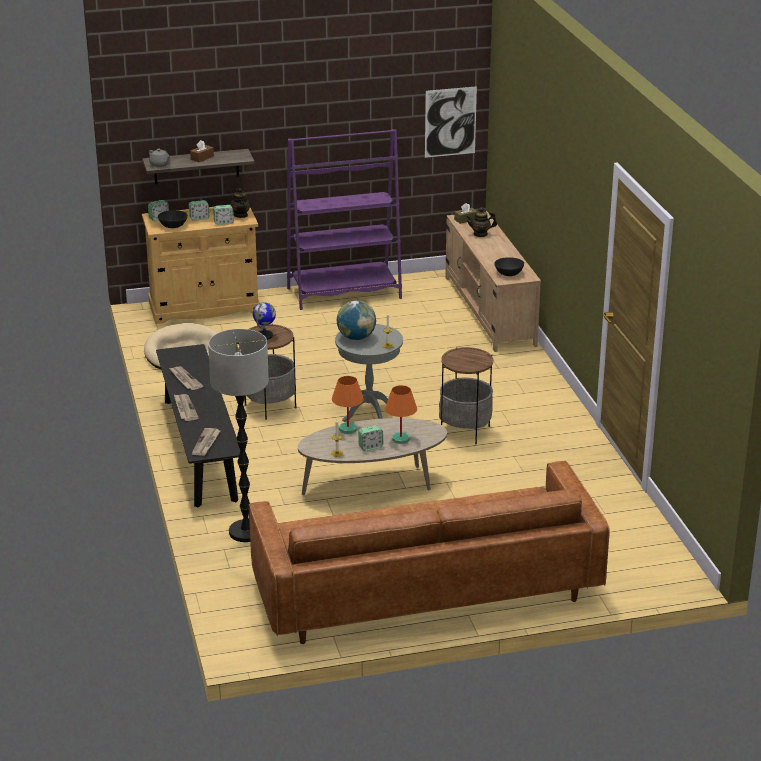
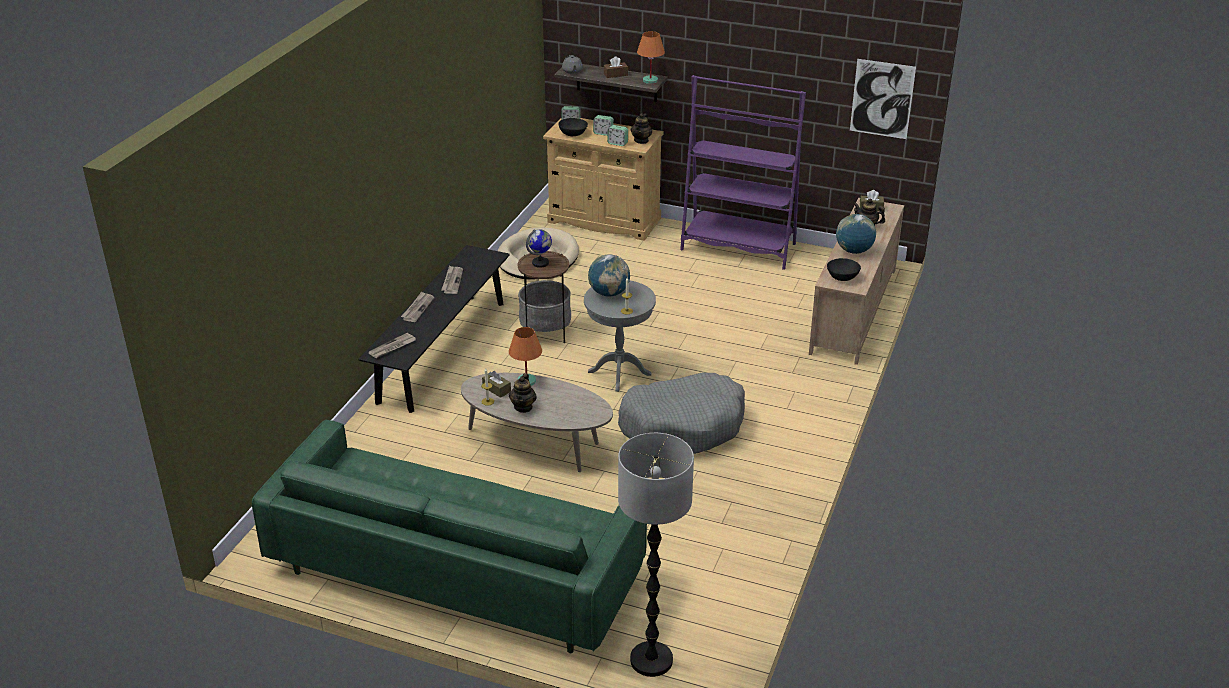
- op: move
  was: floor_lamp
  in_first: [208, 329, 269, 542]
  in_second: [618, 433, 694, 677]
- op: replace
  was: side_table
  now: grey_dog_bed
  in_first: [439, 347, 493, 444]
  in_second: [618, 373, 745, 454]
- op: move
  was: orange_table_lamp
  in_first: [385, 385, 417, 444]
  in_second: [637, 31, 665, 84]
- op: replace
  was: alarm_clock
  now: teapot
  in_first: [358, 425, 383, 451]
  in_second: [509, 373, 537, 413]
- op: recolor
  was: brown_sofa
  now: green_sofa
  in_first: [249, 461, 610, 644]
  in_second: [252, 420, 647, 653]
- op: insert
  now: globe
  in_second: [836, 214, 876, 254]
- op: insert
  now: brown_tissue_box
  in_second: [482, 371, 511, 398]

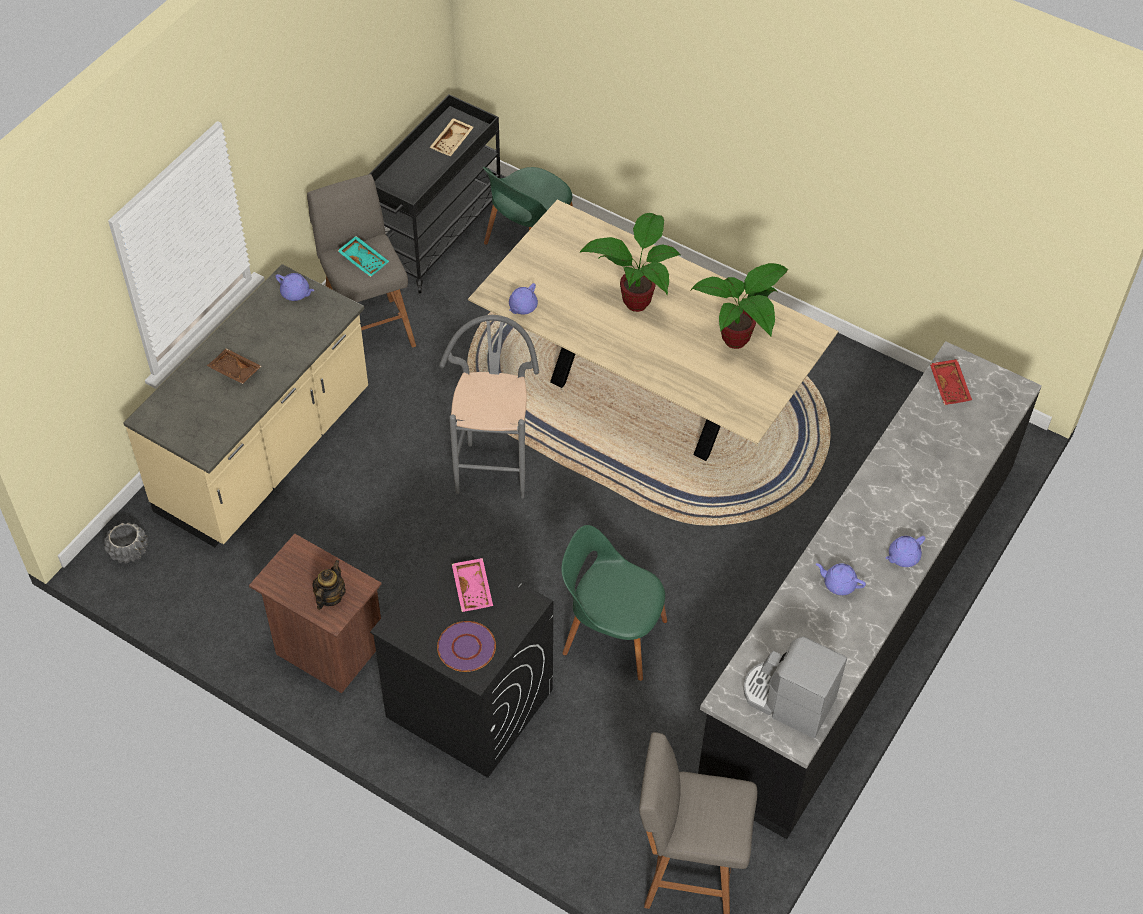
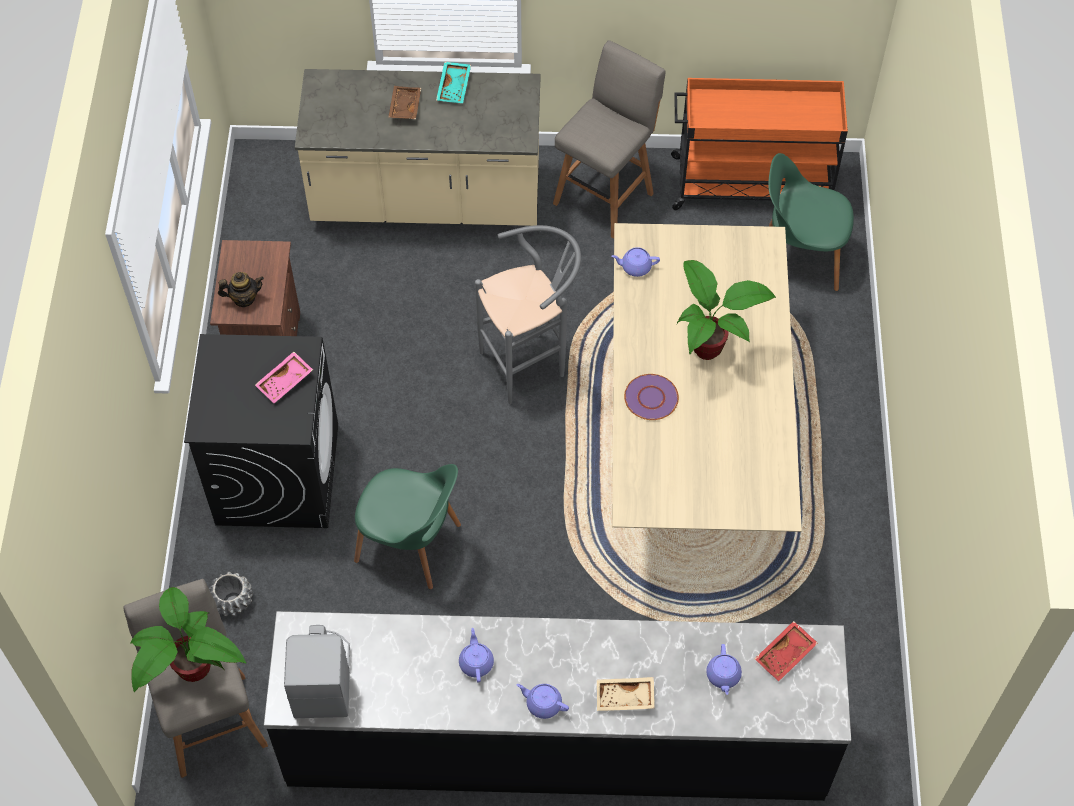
- op: recolor
  was: black_cart
  now: orange_cart
  in_first: [368, 94, 500, 293]
  in_second: [671, 78, 848, 210]
- op: move
  was: beige_tray
  in_first: [429, 118, 474, 156]
  in_second: [597, 677, 655, 711]
- op: move
  was: turquoise_tray
  in_first: [338, 236, 389, 277]
  in_second: [436, 62, 471, 103]
- op: move
  was: potted_plant
  in_first: [691, 263, 788, 349]
  in_second: [131, 587, 247, 692]
- op: move
  was: purple_teapot
  in_first: [276, 273, 314, 301]
  in_second: [706, 644, 742, 695]
- op: move
  was: grey_planter
  in_first: [104, 522, 148, 563]
  in_second: [209, 572, 253, 616]
- op: rotate
  was: green_chair
  in_first: [561, 525, 667, 681]
  in_second: [354, 464, 461, 589]
  clockwise: 120
- op: move
  was: purple_plate
  in_first: [437, 621, 496, 672]
  in_second: [624, 374, 679, 420]

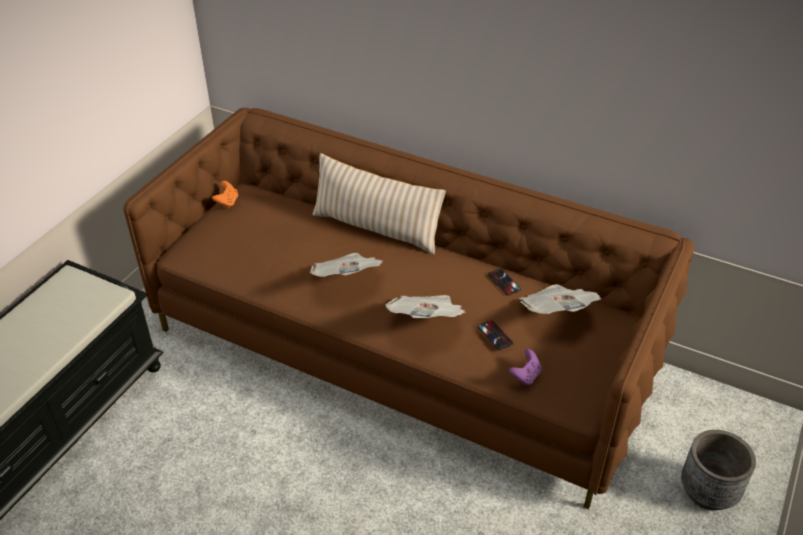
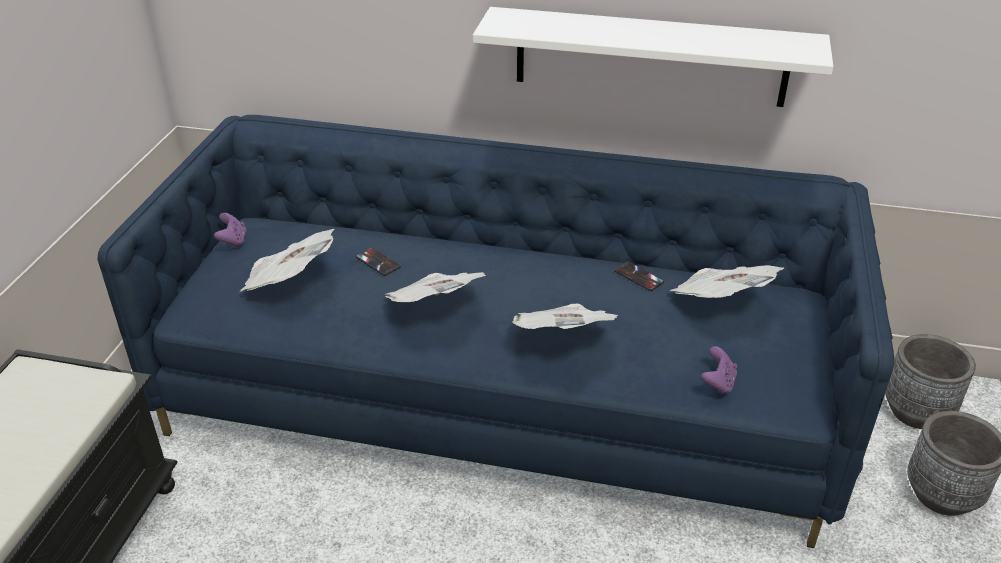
- op: recolor
  was: brown_sofa
  now: blue_sofa
  in_first: [123, 108, 695, 509]
  in_second: [97, 115, 894, 548]
- op: delete
  was: beige_pillow
  in_first: [312, 153, 446, 255]
- op: recolor
  was: orange_game_controller
  now: purple_game_controller
  in_first: [212, 181, 238, 208]
  in_second: [214, 213, 247, 248]
- op: move
  was: phone
  in_first: [478, 320, 513, 350]
  in_second: [356, 248, 401, 276]
- op: insert
  now: white_shelf
  in_second: [473, 7, 833, 107]
- op: insert
  now: newspaper
  in_second: [240, 229, 334, 292]
- op: insert
  now: grey_planter
  in_second: [885, 334, 976, 429]

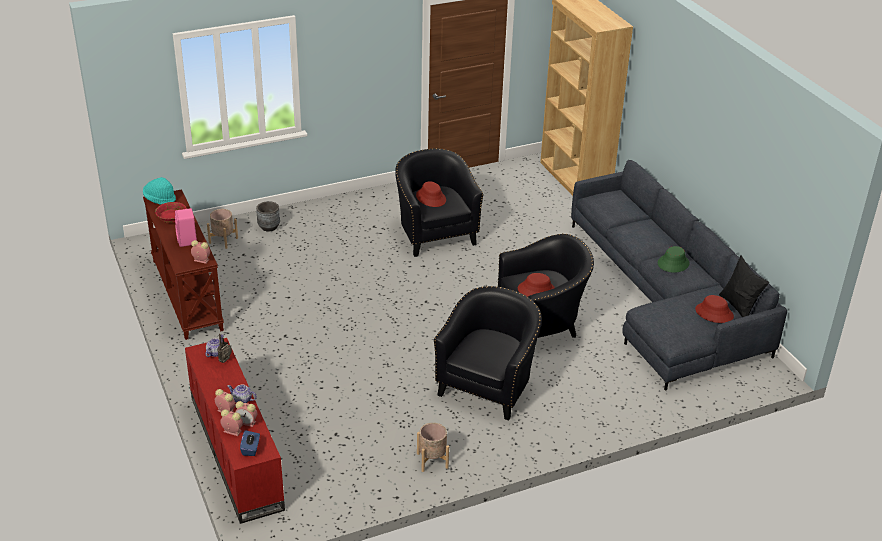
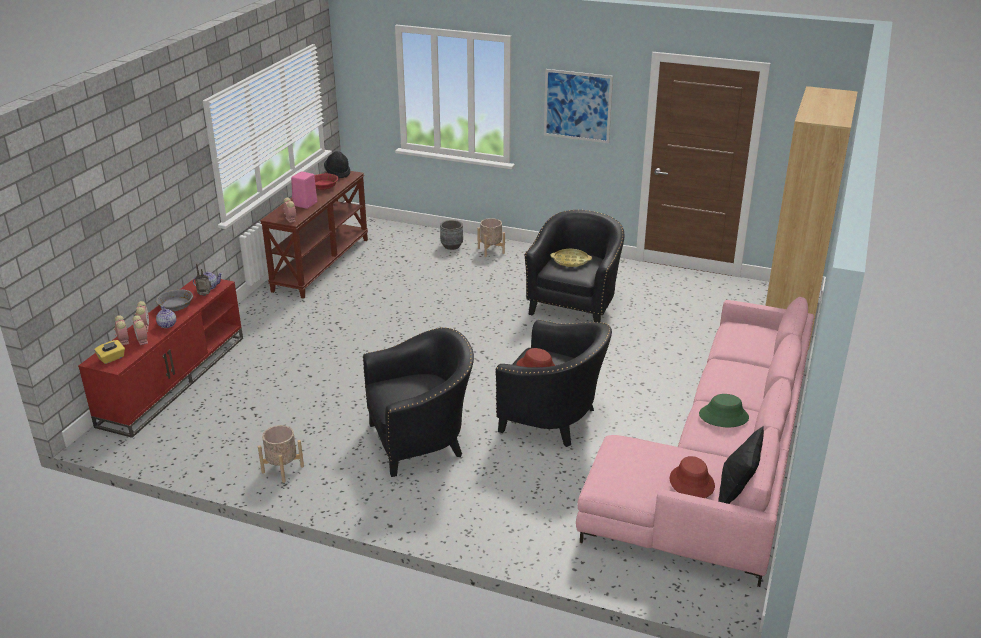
- op: recolor
  was: grey_sofa
  now: pink_sofa
  in_first: [571, 160, 787, 391]
  in_second: [576, 297, 814, 587]
- op: recolor
  was: turquoise_hat
  now: black_hat
  in_first: [143, 177, 176, 205]
  in_second: [324, 151, 350, 178]
- op: replace
  was: red_hat
  now: yellow_tray
  in_first: [416, 181, 446, 207]
  in_second: [550, 249, 592, 267]
- op: move
  was: beige_planter
  in_first: [207, 209, 238, 249]
  in_second: [477, 218, 505, 257]
- op: recolor
  was: blue_tissue_box
  now: yellow_tissue_box
  in_first: [240, 430, 260, 456]
  in_second: [94, 340, 125, 364]
- op: insert
  now: picture
  in_second: [544, 69, 613, 143]
- op: insert
  now: grey_bowl
  in_second: [156, 289, 193, 311]

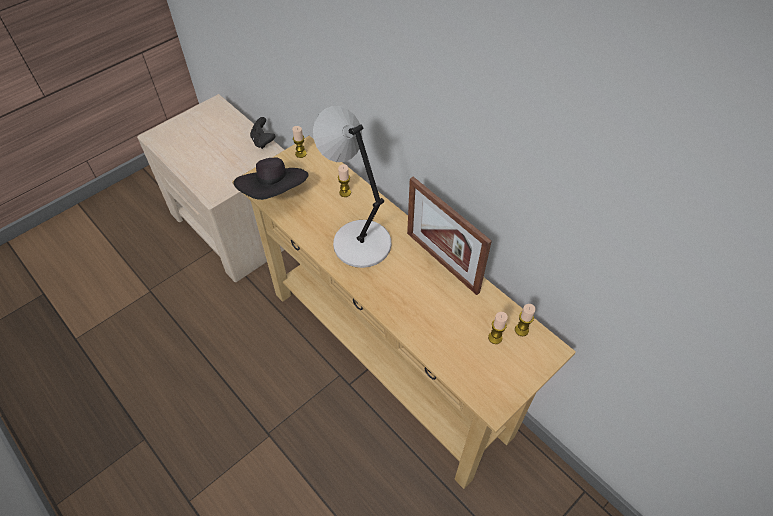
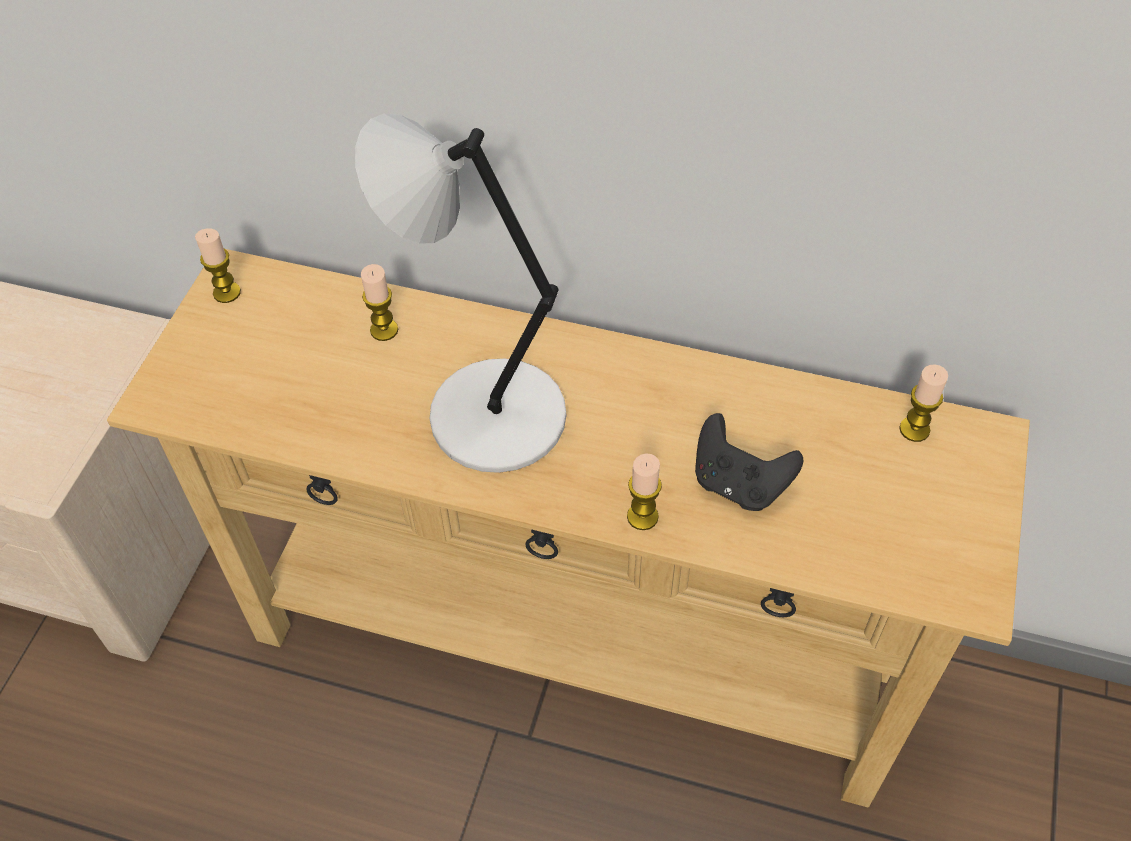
- op: move
  was: black_game_controller
  in_first: [250, 117, 275, 149]
  in_second: [695, 413, 803, 511]
- op: delete
  was: black_hat
  in_first: [234, 157, 309, 200]
- op: delete
  was: picture_frame
  in_first: [407, 177, 492, 295]
- op: move
  was: candle
  in_first: [488, 312, 508, 344]
  in_second: [627, 454, 662, 530]

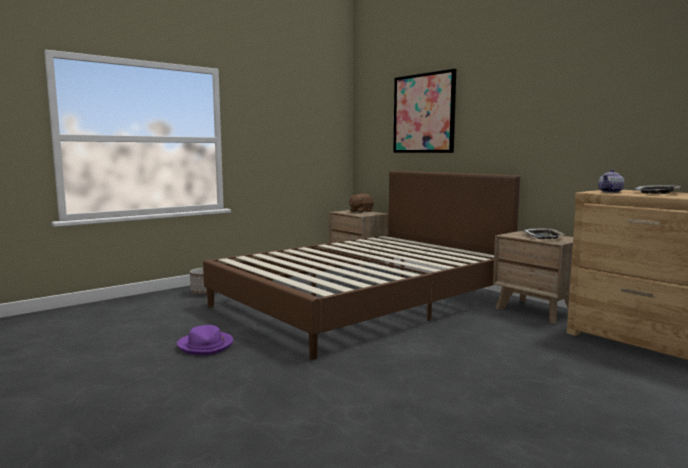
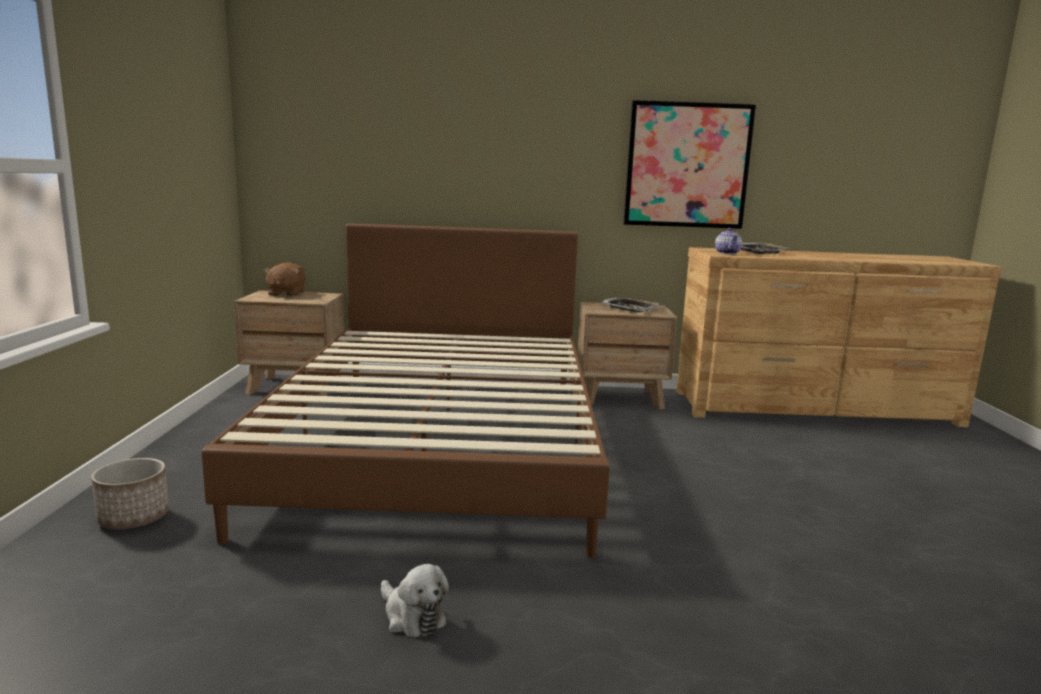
- op: move
  was: picture
  in_first: [393, 69, 456, 153]
  in_second: [623, 100, 756, 229]
- op: replace
  was: purple_hat
  now: plush_toy
  in_first: [177, 325, 233, 355]
  in_second: [381, 564, 449, 637]

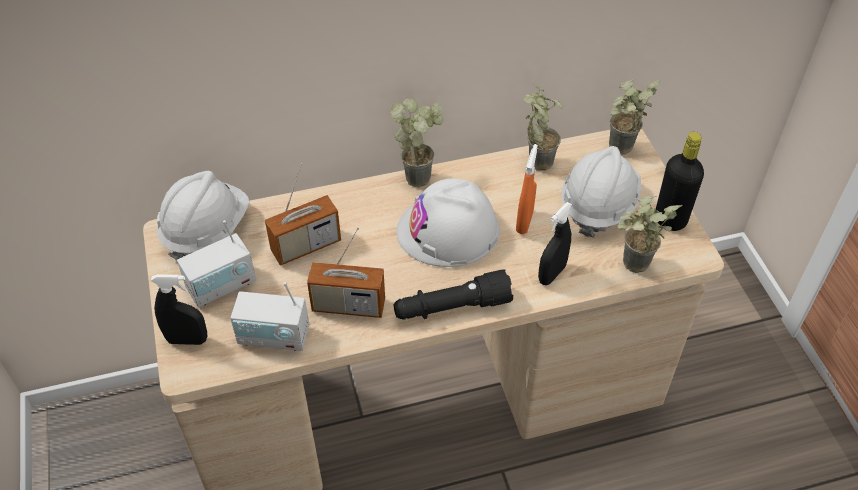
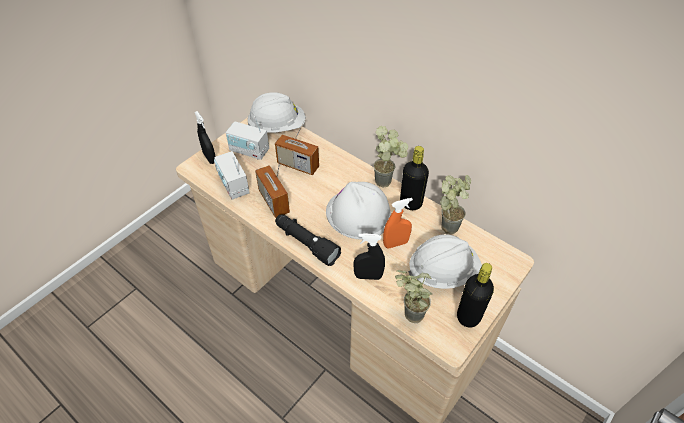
- op: delete
  was: potted_plant
  in_first: [609, 79, 661, 155]
- op: insert
  now: black_bottle
  in_second: [400, 146, 429, 210]

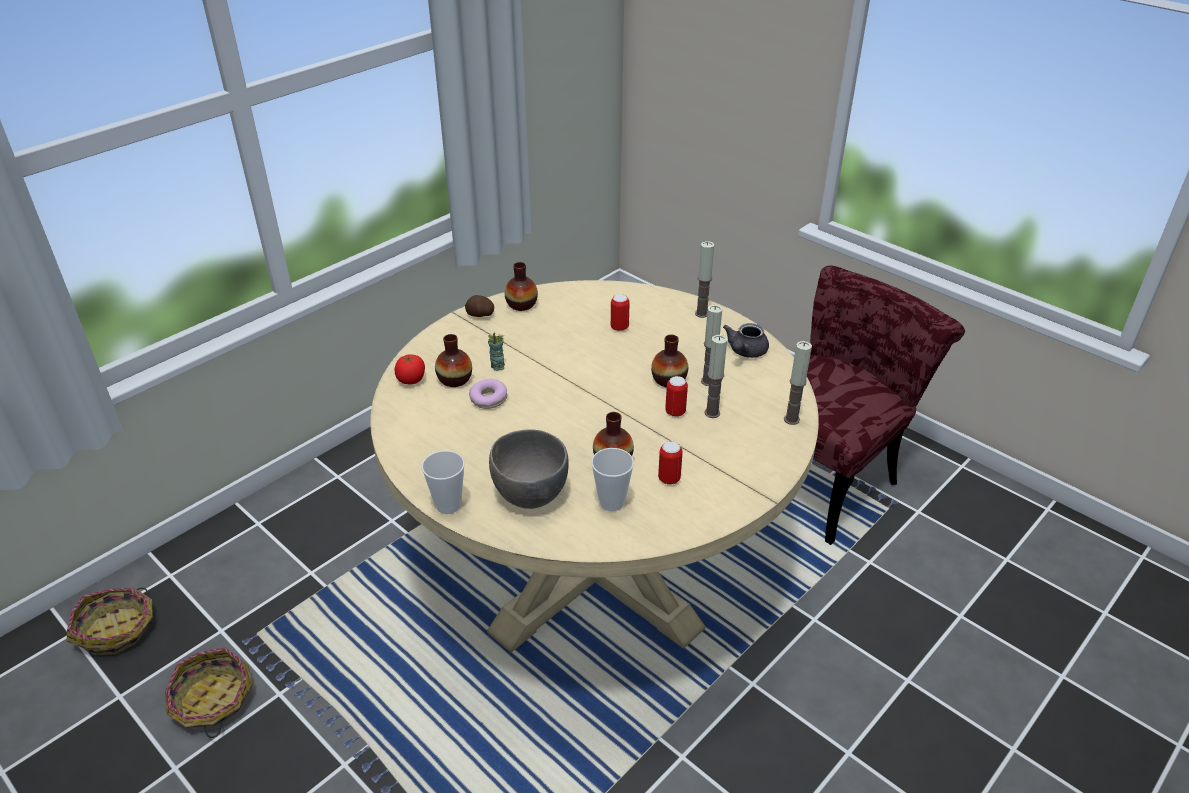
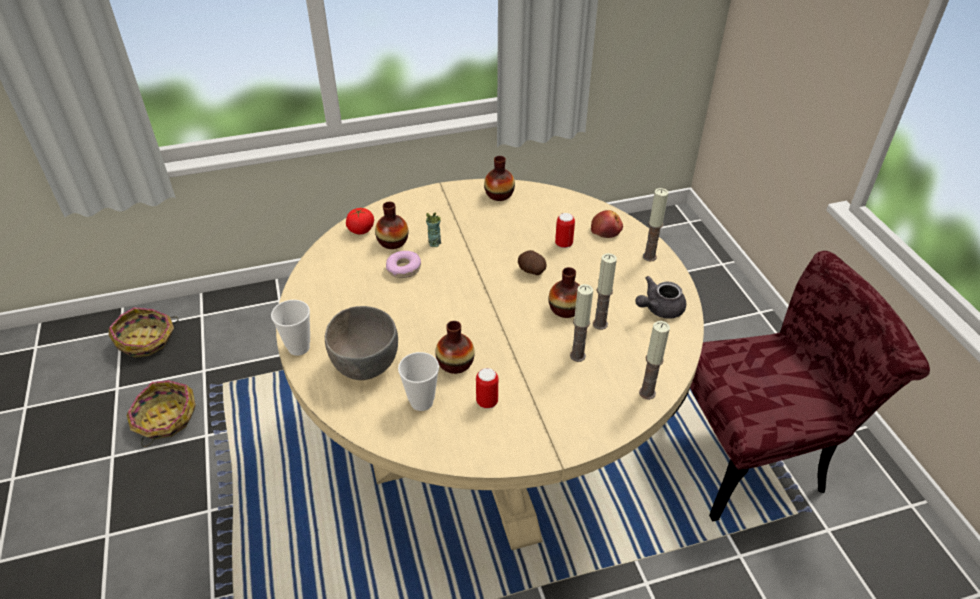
- op: move
  was: potato
  in_first: [465, 295, 494, 317]
  in_second: [518, 250, 546, 275]
- op: delete
  was: can
  in_first: [665, 376, 688, 417]
- op: insert
  now: apple
  in_second: [591, 210, 623, 238]

